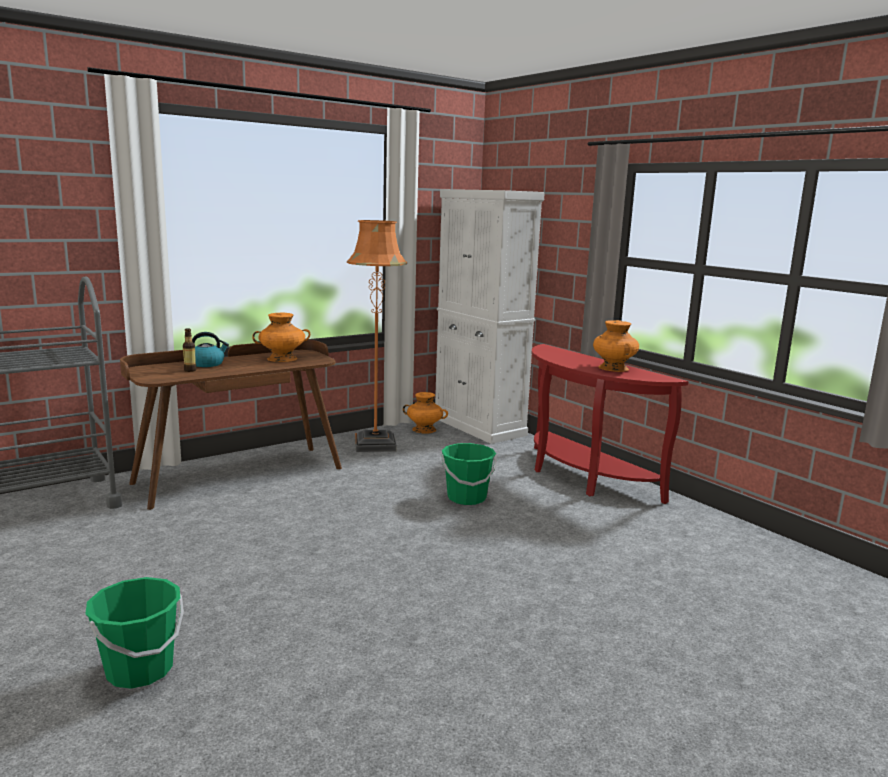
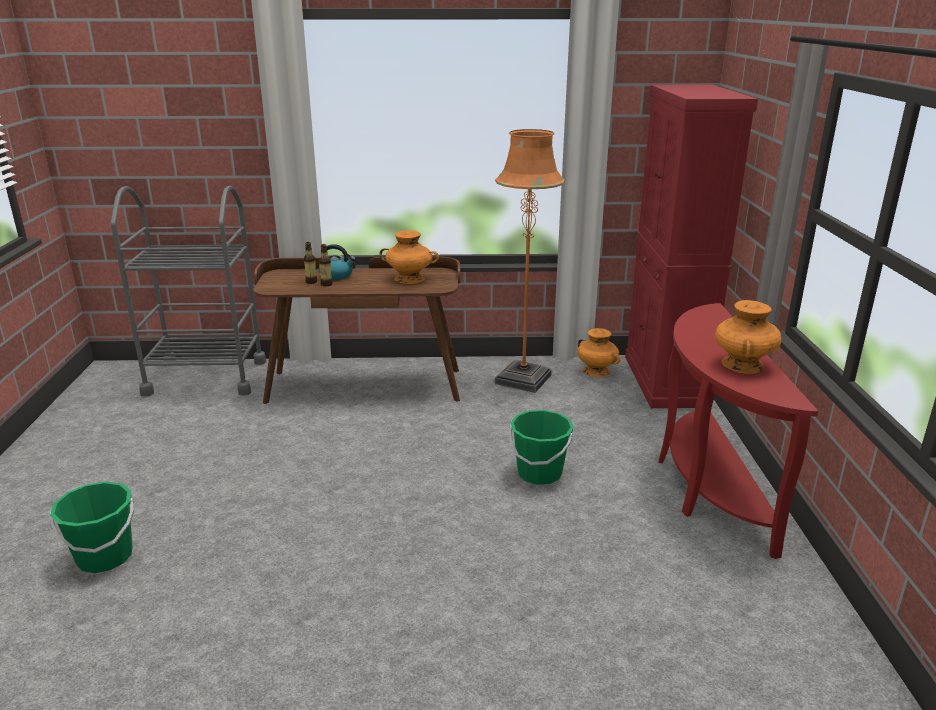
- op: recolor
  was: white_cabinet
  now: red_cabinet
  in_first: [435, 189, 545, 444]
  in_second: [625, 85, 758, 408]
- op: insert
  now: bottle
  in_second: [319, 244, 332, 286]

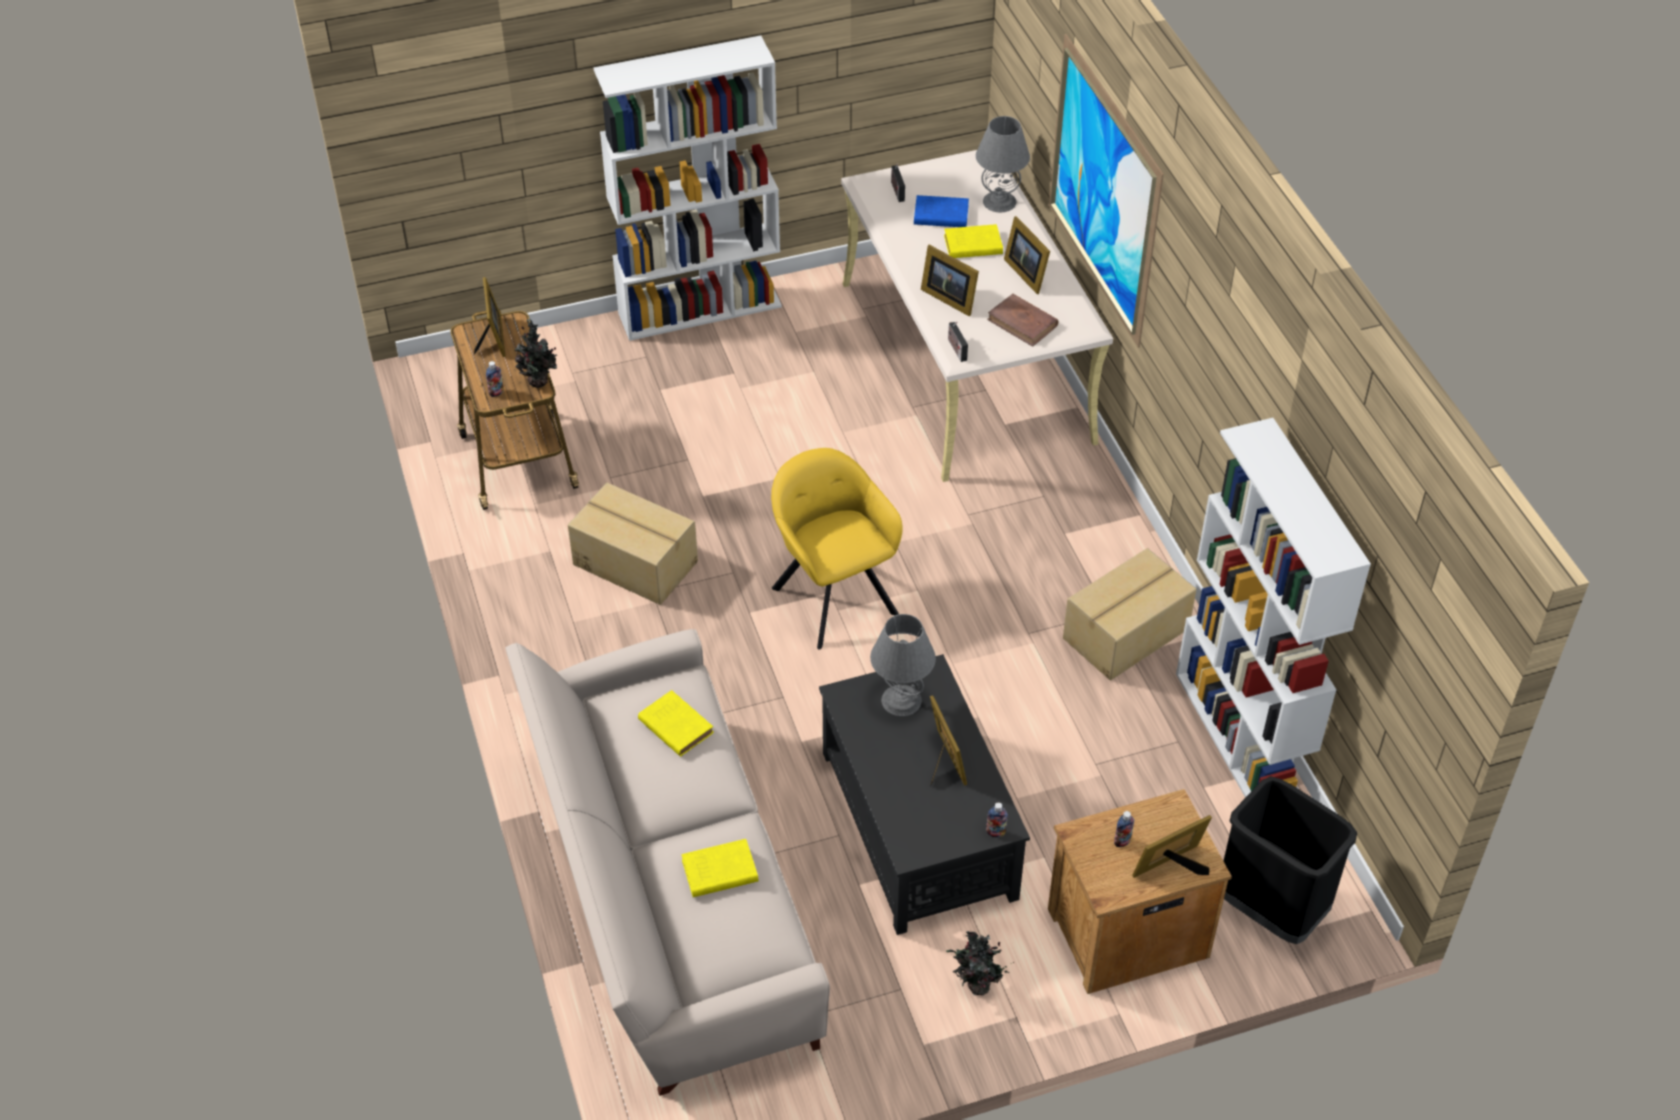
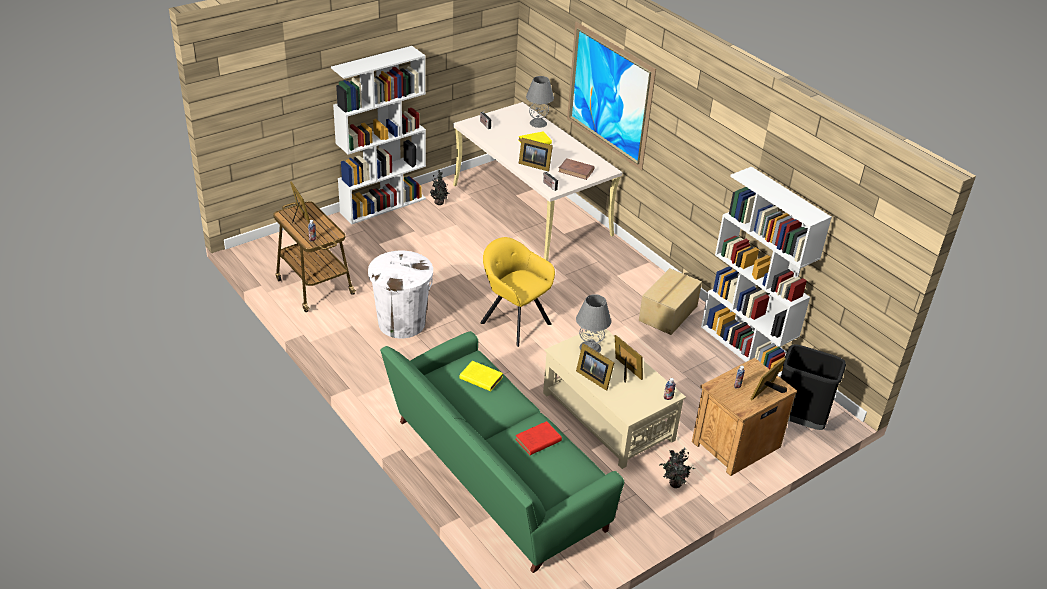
- op: delete
  was: blue_book
  in_first: [914, 195, 969, 227]
- op: move
  was: picture_frame
  in_first: [1004, 216, 1050, 294]
  in_second: [576, 343, 615, 391]
- op: move
  was: potted_plant
  in_first: [514, 318, 557, 388]
  in_second: [430, 169, 450, 205]
- op: replace
  was: cardboard_box
  now: white_trash_can
  in_first: [568, 483, 698, 605]
  in_second: [368, 251, 433, 338]
- op: recolor
  was: beige_sofa
  now: green_sofa
  in_first: [505, 629, 830, 1096]
  in_second: [380, 331, 624, 573]
- op: recolor
  was: black_coffee_table
  now: beige_coffee_table
  in_first: [819, 654, 1030, 935]
  in_second: [543, 329, 686, 469]
- op: recolor
  was: yellow_book
  now: red_book
  in_first: [681, 839, 759, 897]
  in_second: [516, 421, 562, 455]

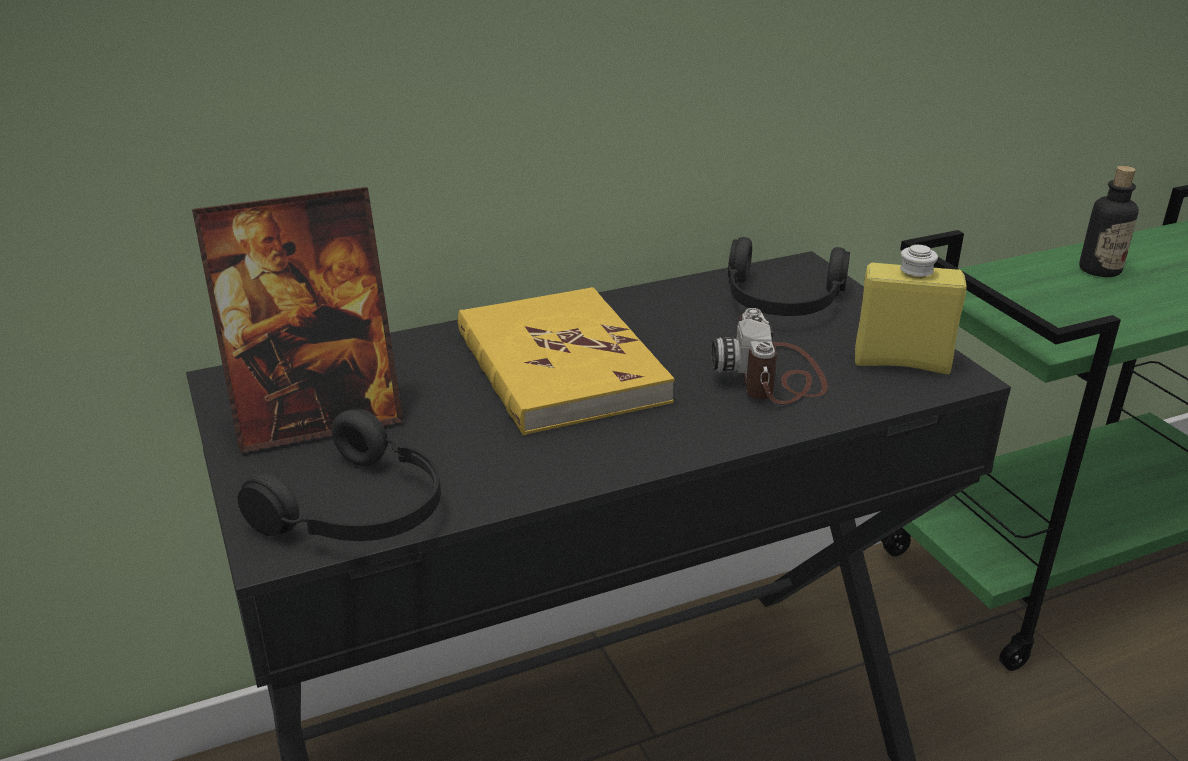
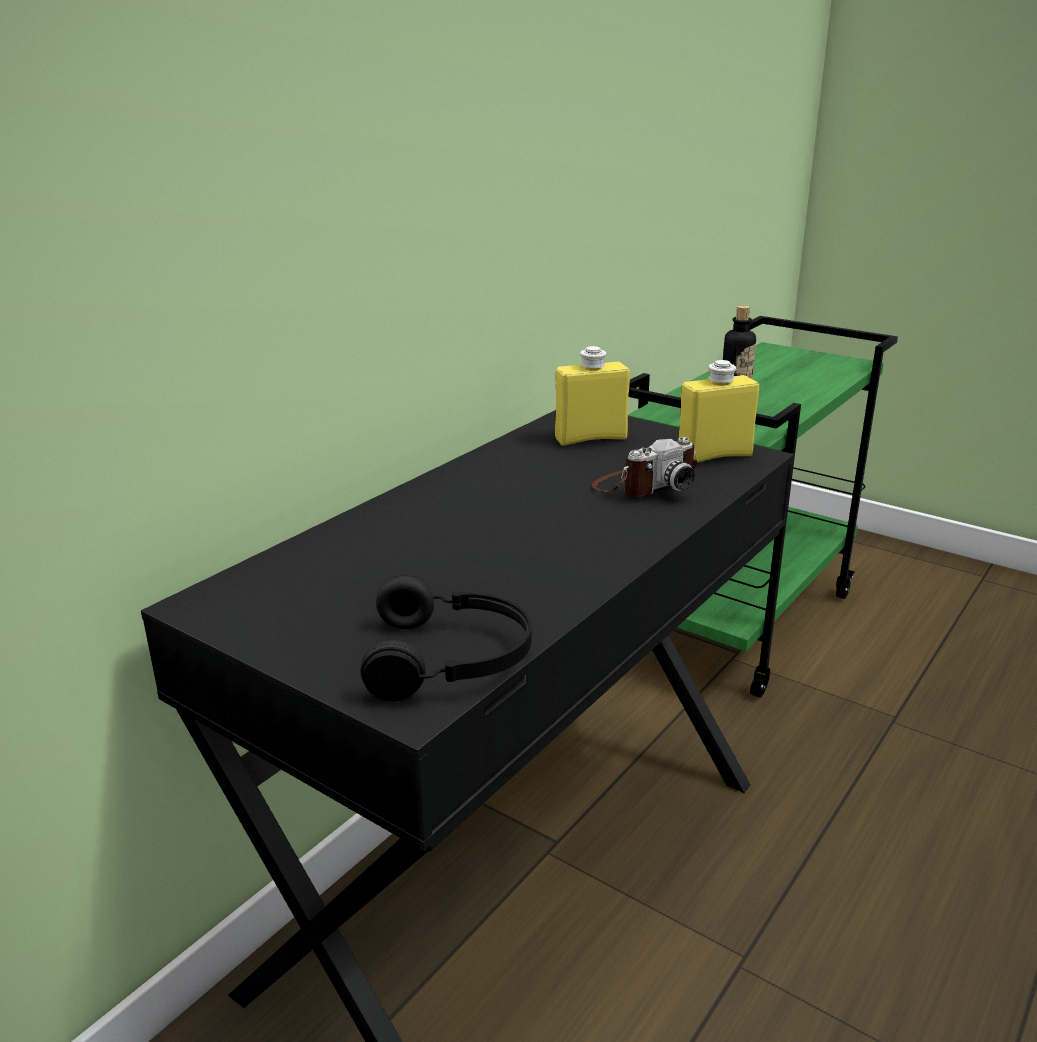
- op: delete
  was: picture_frame
  in_first: [192, 187, 403, 453]
- op: replace
  was: black_headphones
  now: yellow_bottle
  in_first: [728, 237, 850, 316]
  in_second: [555, 346, 630, 446]
- op: delete
  was: yellow_book
  in_first: [458, 287, 675, 436]
- op: rotate
  was: photo_camera
  in_first: [712, 308, 828, 404]
  in_second: [592, 437, 697, 497]
  clockwise: -90

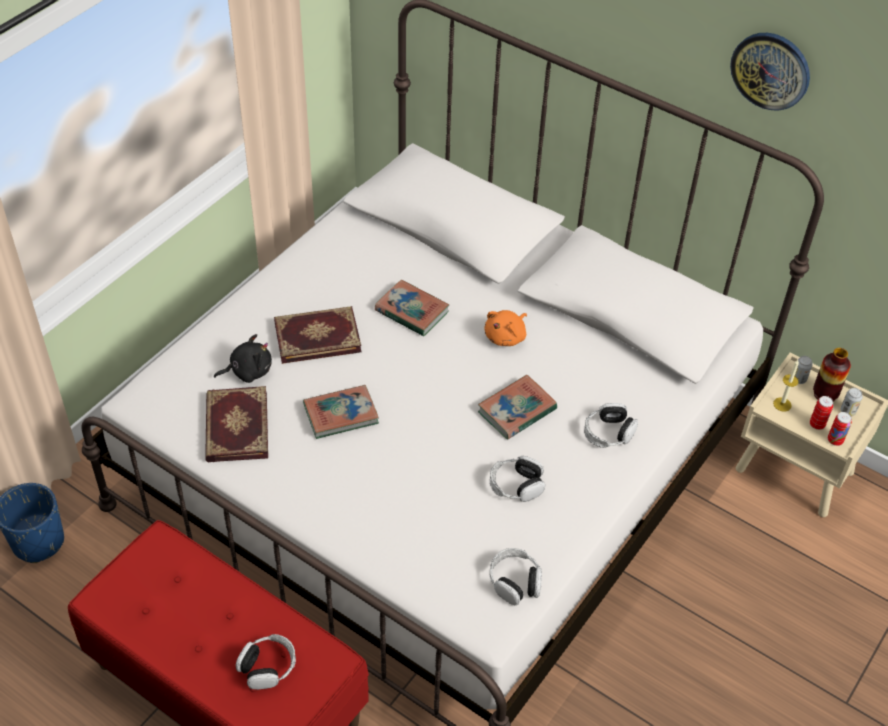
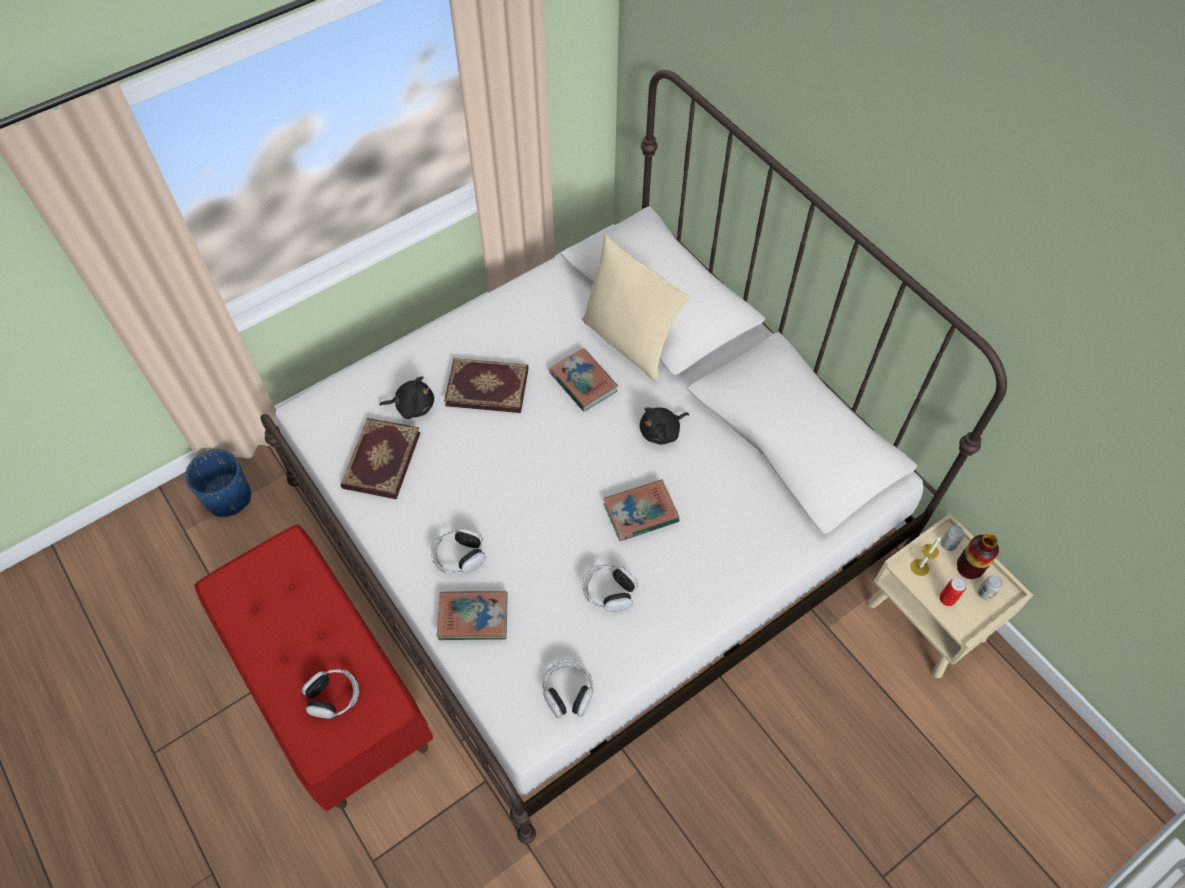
- op: delete
  was: wall_clock
  in_first: [730, 33, 810, 110]
- op: recolor
  was: orange_plush_toy
  now: black_plush_toy
  in_first: [485, 310, 527, 346]
  in_second: [640, 407, 689, 445]
- op: move
  was: book
  in_first: [303, 385, 379, 439]
  in_second: [437, 591, 508, 640]
- op: move
  was: headphones
  in_first: [584, 403, 638, 448]
  in_second: [431, 528, 485, 574]
- op: delete
  was: can
  in_first: [828, 412, 852, 446]
- op: insert
  now: beige_pillow
  in_second: [582, 234, 690, 382]

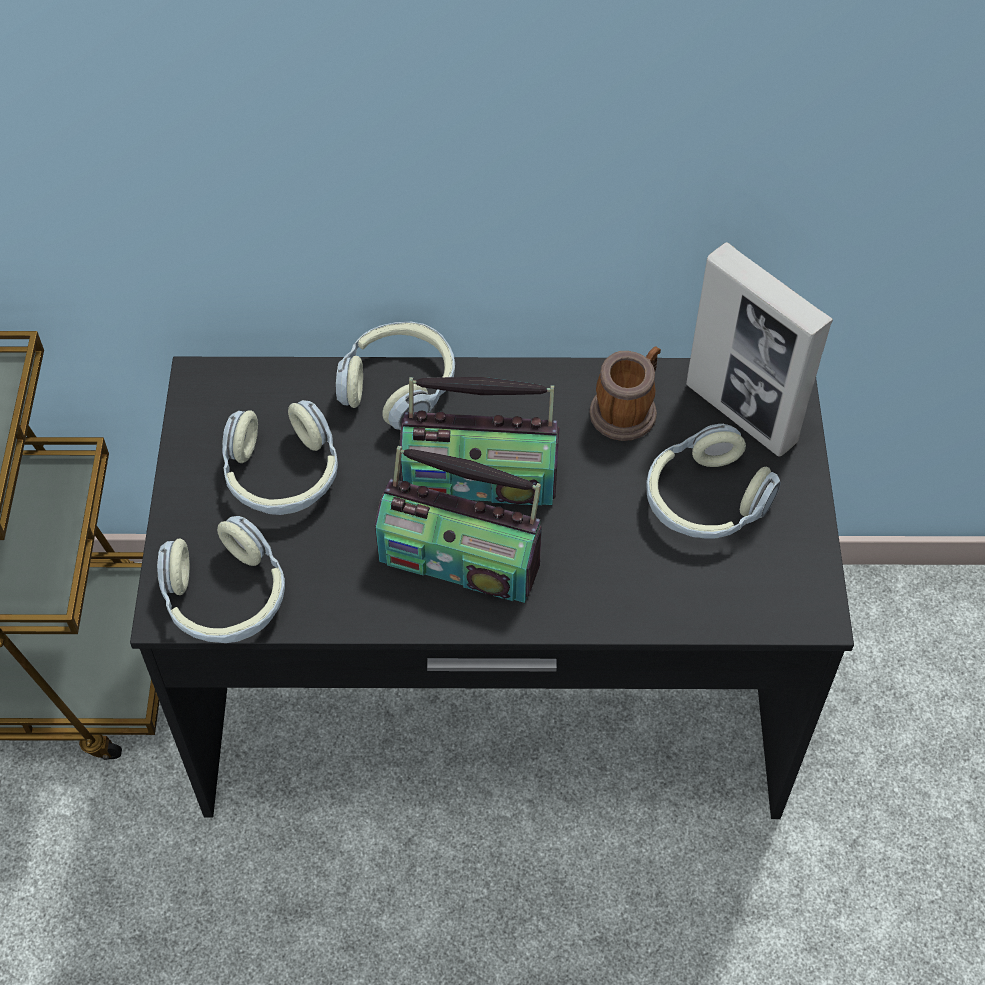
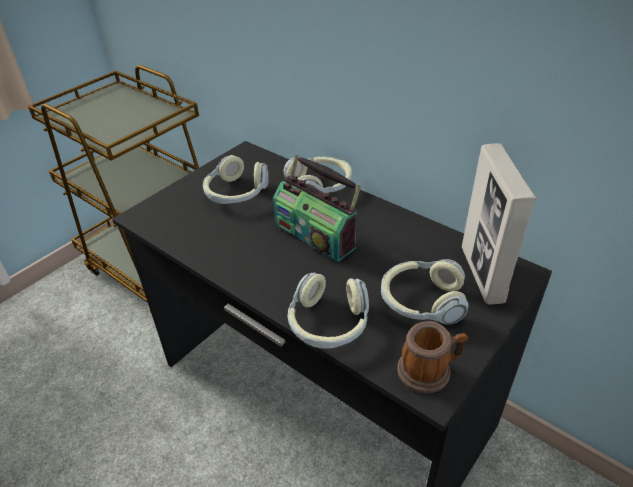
- op: move
  was: mug
  in_first: [589, 346, 661, 441]
  in_second: [397, 321, 468, 393]
- op: delete
  was: radio
  in_first: [375, 446, 542, 603]
- op: move
  was: headphones
  in_first: [157, 516, 285, 643]
  in_second: [287, 273, 369, 349]

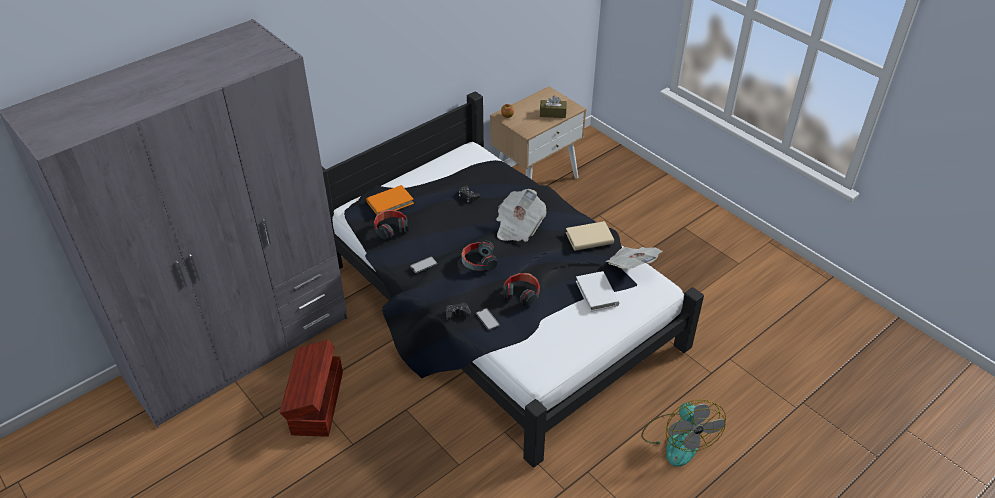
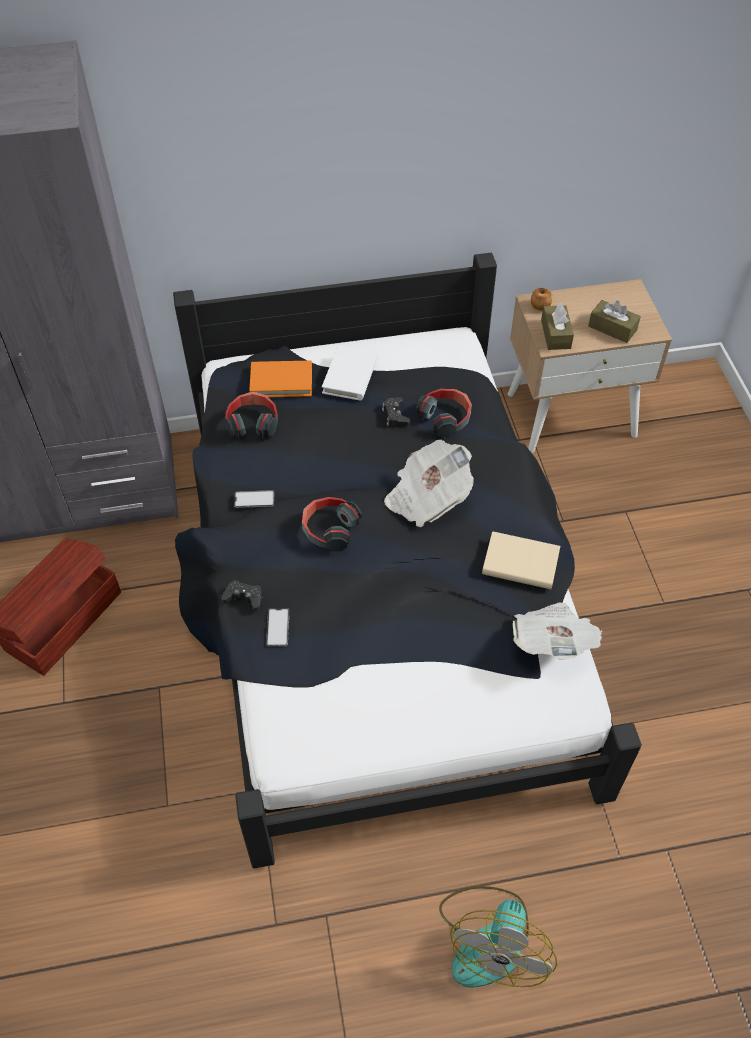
- op: move
  was: white_book
  in_first: [576, 271, 619, 312]
  in_second: [322, 345, 378, 401]
- op: move
  was: headphones
  in_first: [503, 273, 540, 306]
  in_second: [415, 389, 472, 438]
- op: insert
  now: brown_tissue_box
  in_second: [541, 303, 574, 350]

